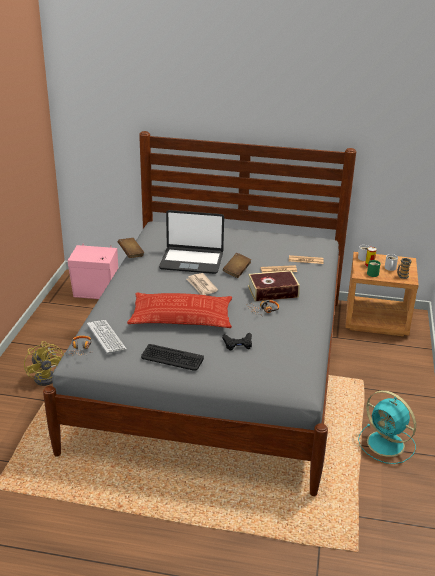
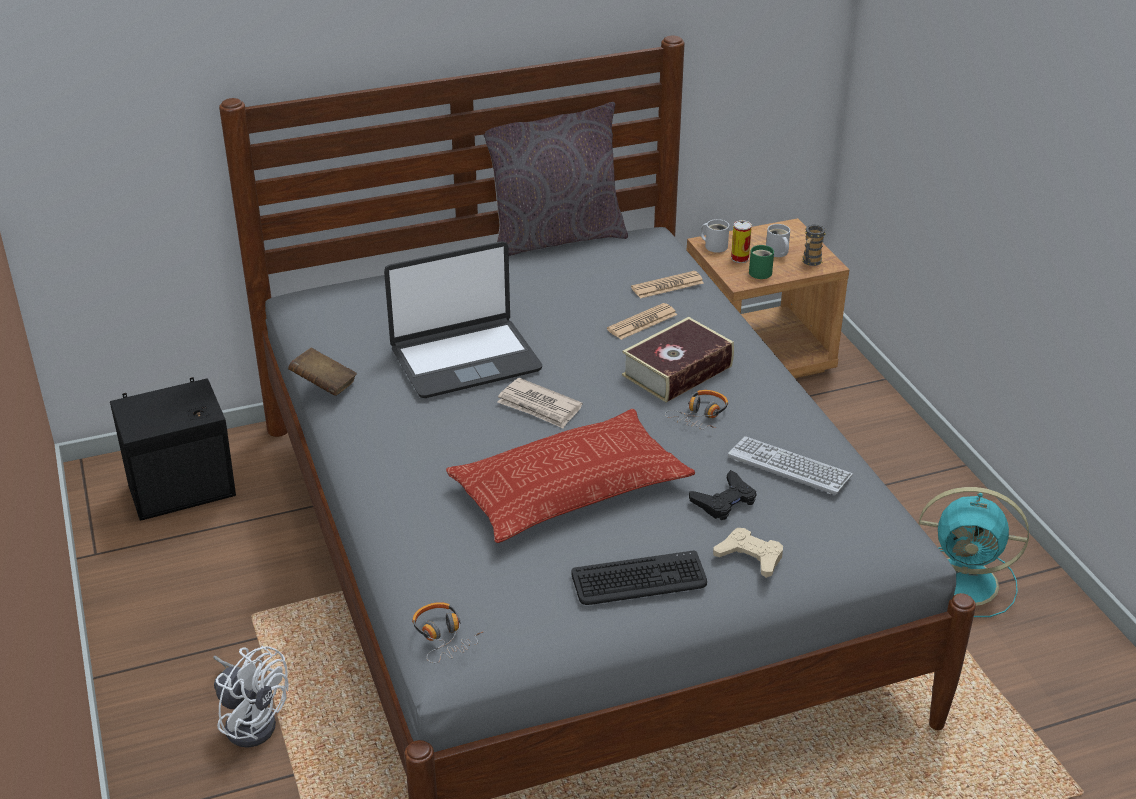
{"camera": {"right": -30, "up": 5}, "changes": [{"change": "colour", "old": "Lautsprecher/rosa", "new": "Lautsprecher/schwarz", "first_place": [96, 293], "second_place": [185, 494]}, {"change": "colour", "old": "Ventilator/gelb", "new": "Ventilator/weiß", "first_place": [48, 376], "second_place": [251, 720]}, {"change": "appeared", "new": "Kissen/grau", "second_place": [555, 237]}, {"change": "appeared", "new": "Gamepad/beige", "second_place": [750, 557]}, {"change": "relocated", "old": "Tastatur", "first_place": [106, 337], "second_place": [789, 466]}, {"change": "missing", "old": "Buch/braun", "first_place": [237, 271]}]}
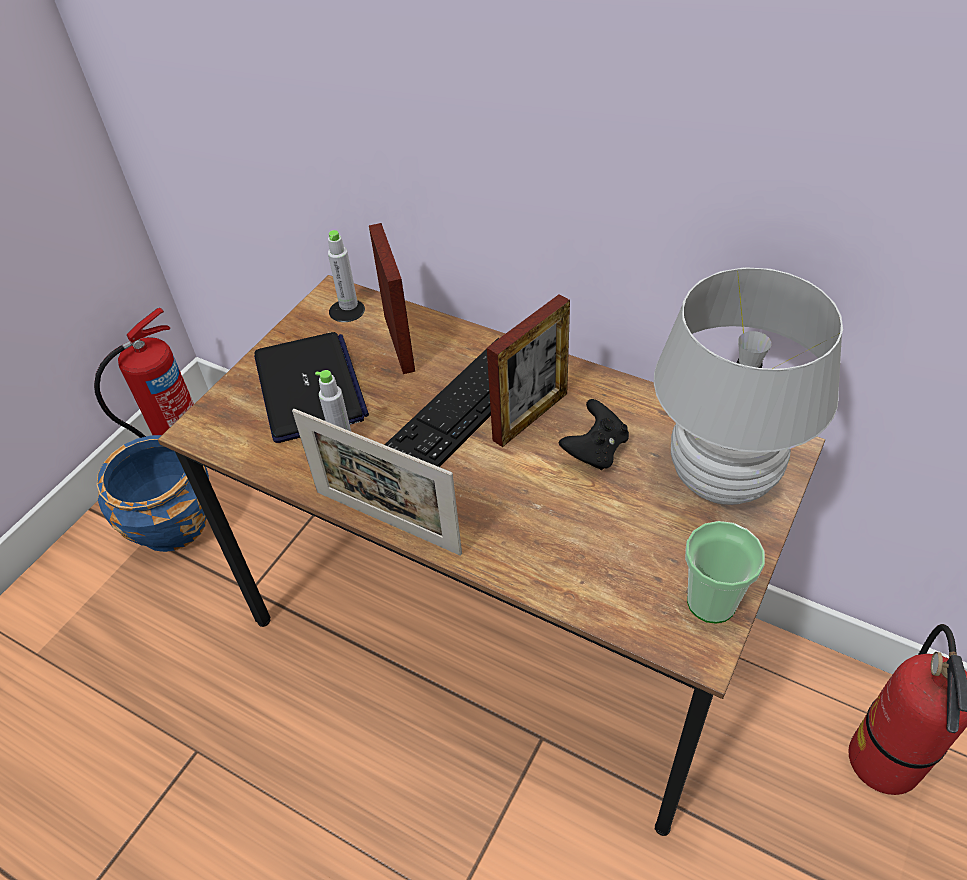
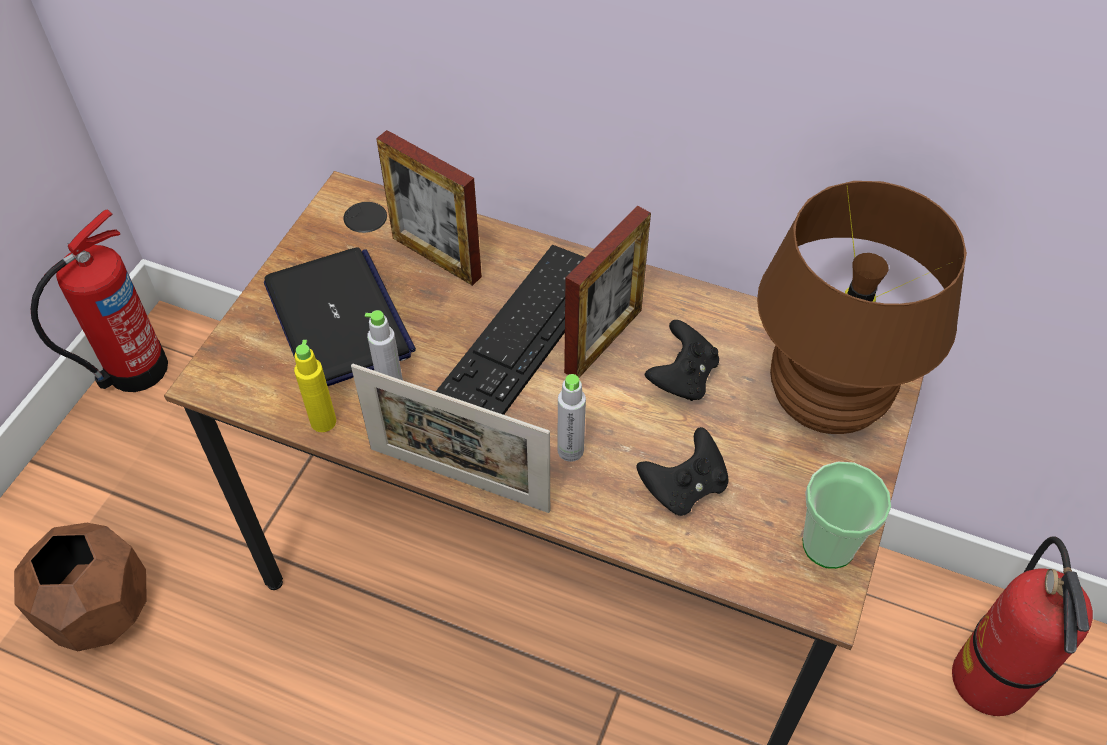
{"camera": {"right": -10, "up": 5}, "changes": [{"change": "appeared", "new": "Pflanzkübel/braun", "second_place": [99, 611]}, {"change": "appeared", "new": "Flasche/gelb", "second_place": [323, 421]}, {"change": "spun", "old": "Bilderrahmen", "first_place": [399, 343], "second_place": [436, 257], "degrees": 150}, {"change": "relocated", "old": "Flasche/grau", "first_place": [348, 304], "second_place": [570, 450]}, {"change": "appeared", "new": "Gamepad/schwarz", "second_place": [684, 487]}, {"change": "colour", "old": "Tischlampe/weiß", "new": "Tischlampe/braun", "first_place": [722, 478], "second_place": [825, 402]}, {"change": "missing", "old": "Pflanzkübel/blau", "first_place": [172, 524]}]}
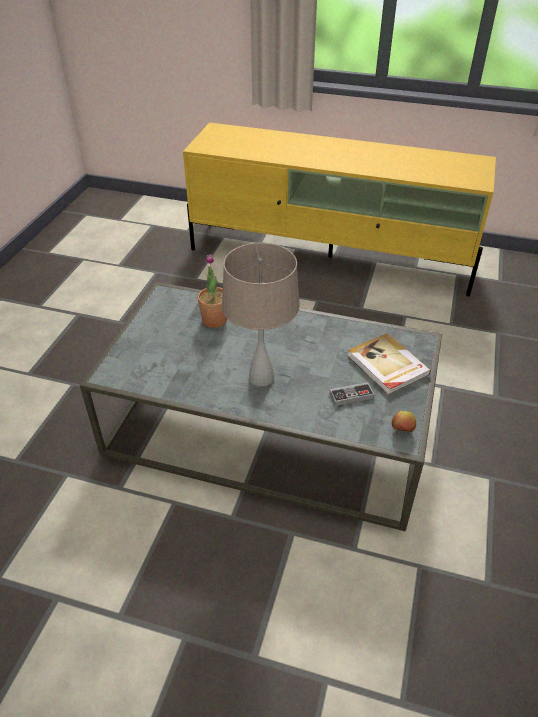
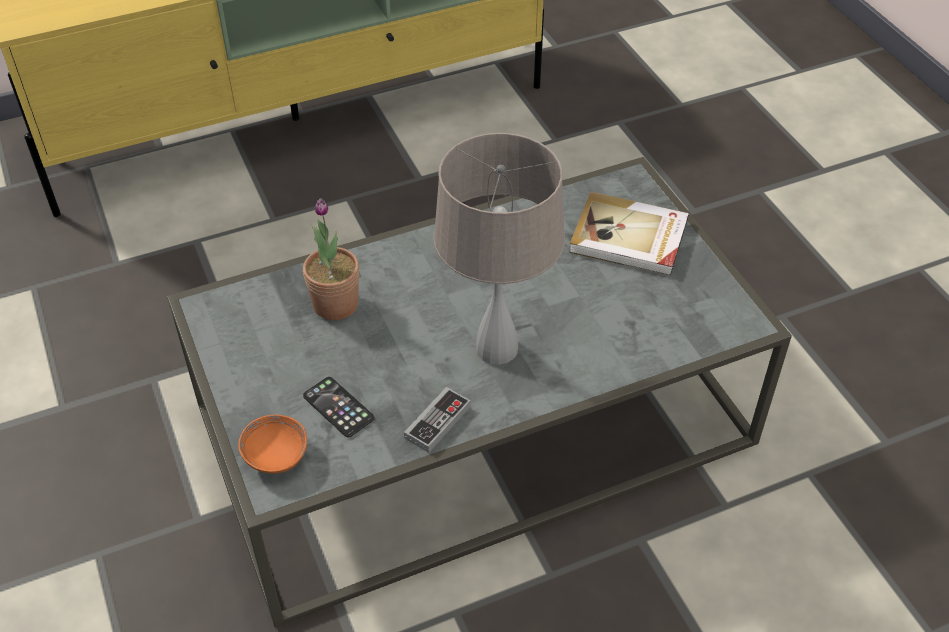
{"camera": {"right": -40, "up": 5}, "changes": [{"change": "appeared", "new": "Schüssel/orange", "second_place": [276, 456]}, {"change": "appeared", "new": "Handy", "second_place": [338, 407]}, {"change": "relocated", "old": "Gamepad", "first_place": [351, 396], "second_place": [437, 422]}, {"change": "missing", "old": "Apfel", "first_place": [402, 430]}]}
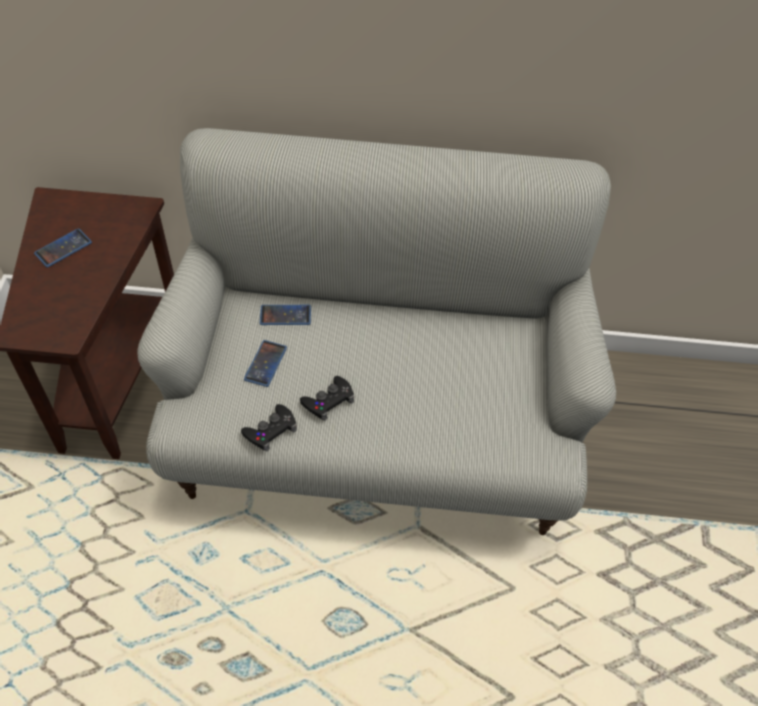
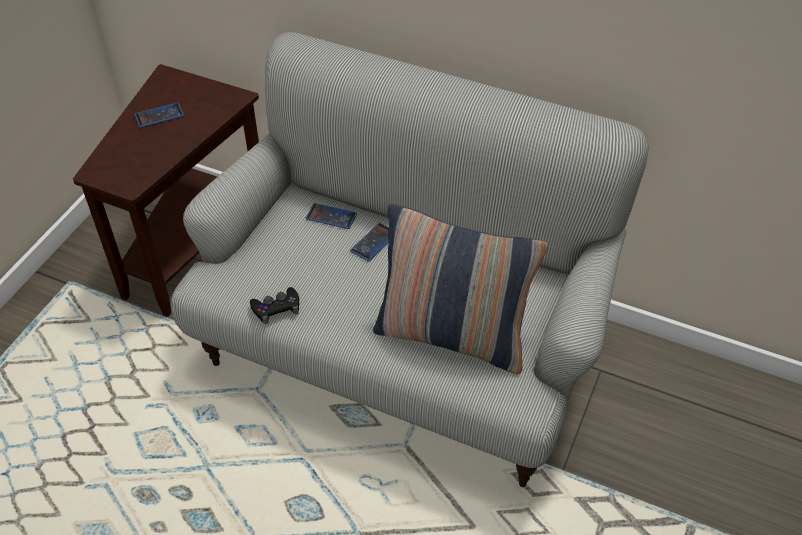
{"camera": {"right": 20, "up": -5}, "changes": [{"change": "relocated", "old": "Handy", "first_place": [265, 363], "second_place": [373, 242]}, {"change": "appeared", "new": "Kissen", "second_place": [452, 336]}, {"change": "missing", "old": "Gamepad/schwarz", "first_place": [328, 401]}]}
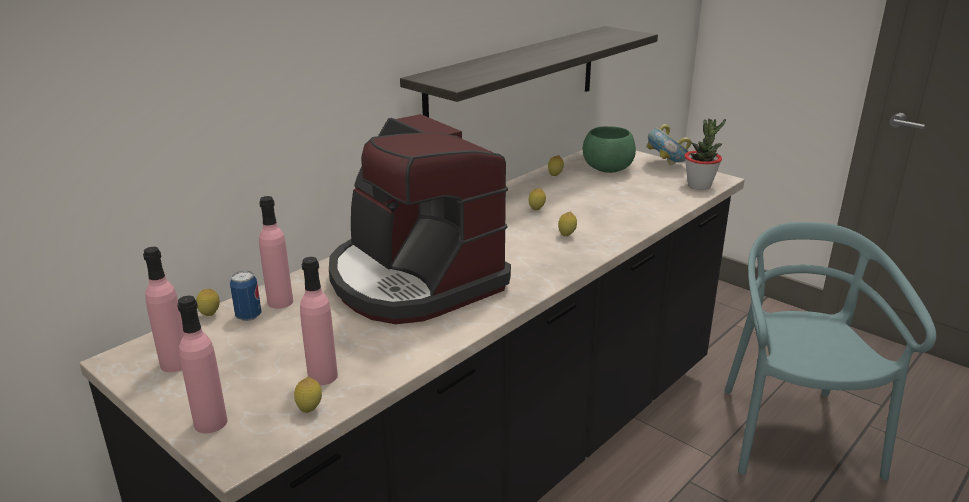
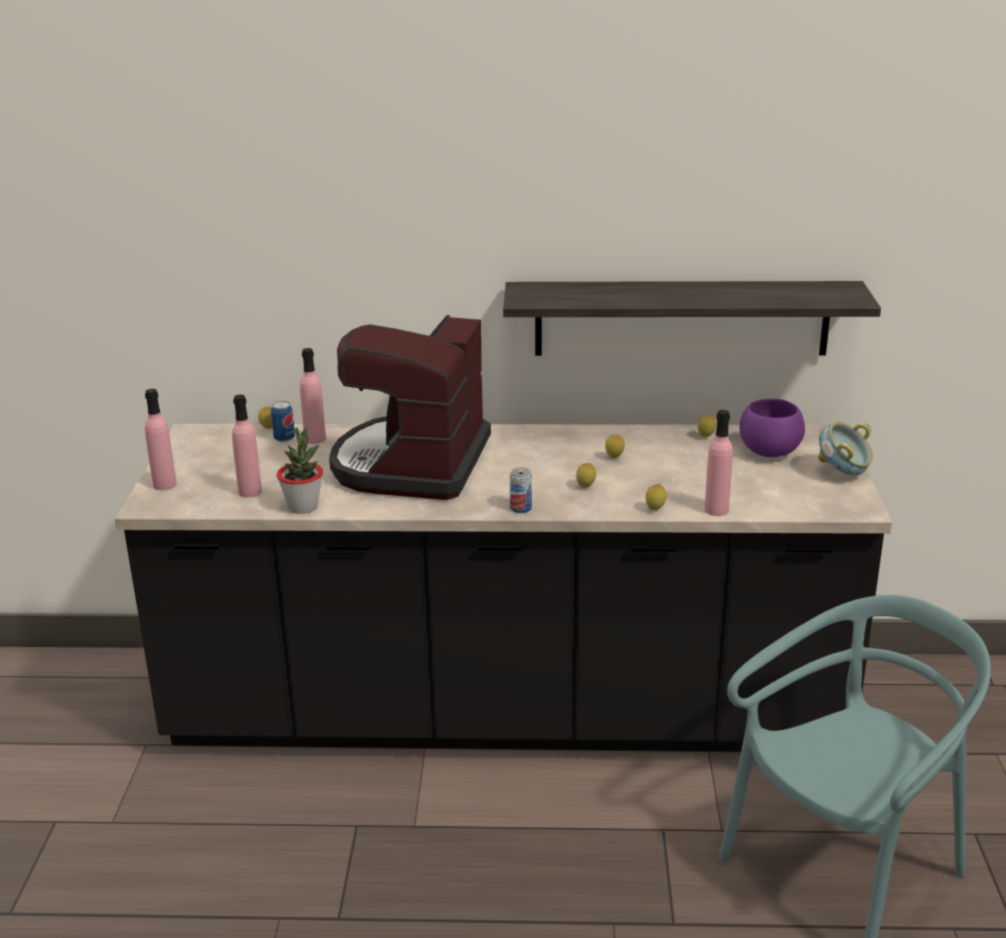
{"camera": {"right": 50, "up": 0}, "changes": [{"change": "relocated", "old": "Topfpflanze", "first_place": [699, 186], "second_place": [303, 507]}, {"change": "appeared", "new": "Dose", "second_place": [520, 508]}, {"change": "relocated", "old": "Zitrone", "first_place": [310, 410], "second_place": [655, 510]}, {"change": "relocated", "old": "Flasche/rosa", "first_place": [175, 364], "second_place": [716, 510]}, {"change": "colour", "old": "Schüssel/grün", "new": "Schüssel/lila", "first_place": [607, 169], "second_place": [770, 452]}]}
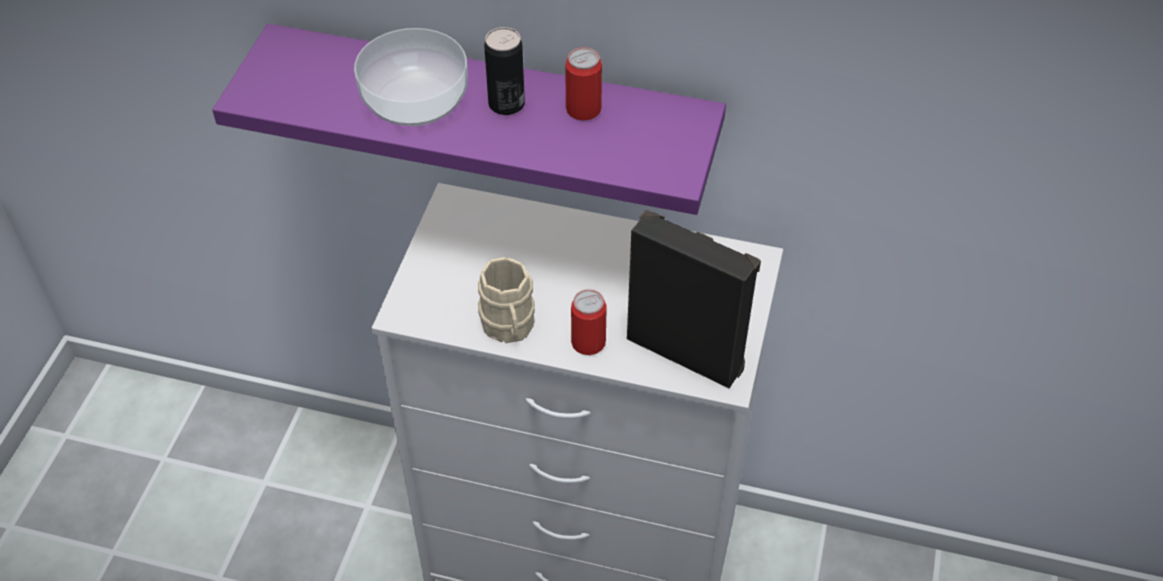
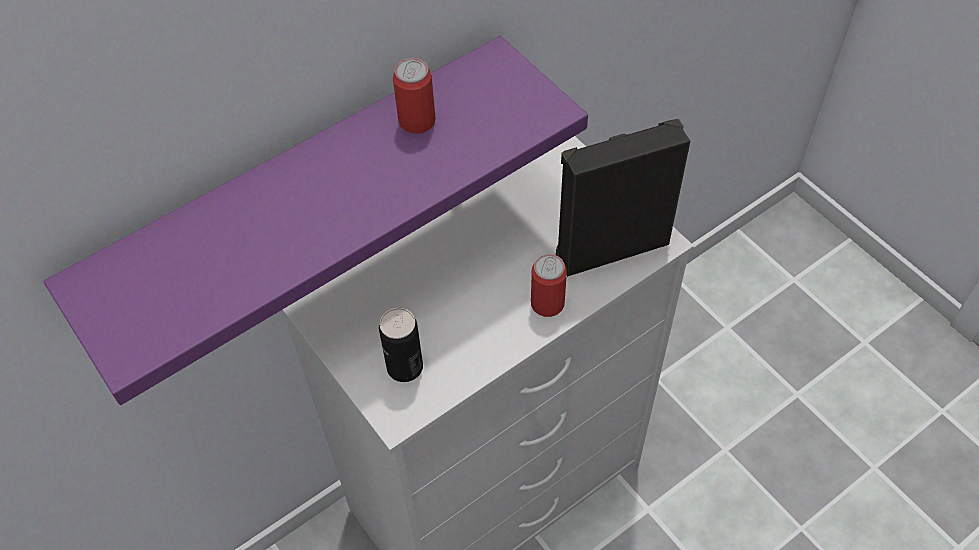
{"camera": {"right": -50, "up": 5}, "changes": [{"change": "relocated", "old": "Dose", "first_place": [506, 104], "second_place": [405, 367]}, {"change": "missing", "old": "Schüssel", "first_place": [414, 101]}, {"change": "missing", "old": "Henkelbecher/beige", "first_place": [509, 328]}]}
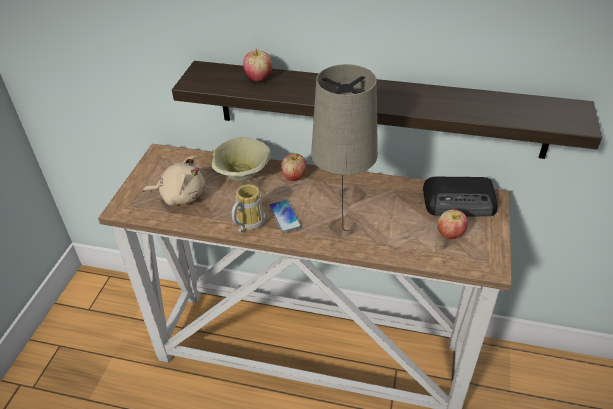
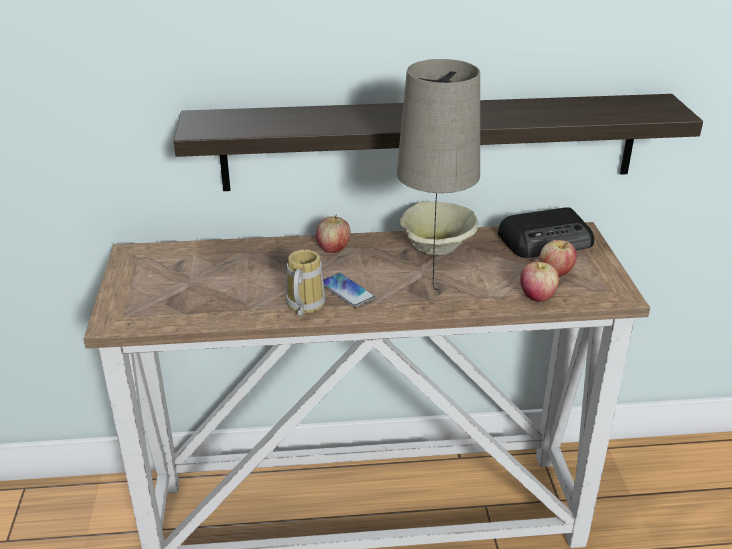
{"camera": {"right": -20, "up": -10}, "changes": [{"change": "relocated", "old": "Schüssel/beige", "first_place": [242, 174], "second_place": [437, 249]}, {"change": "relocated", "old": "Apfel", "first_place": [258, 78], "second_place": [537, 296]}, {"change": "missing", "old": "Plüschtier/beige", "first_place": [181, 195]}]}
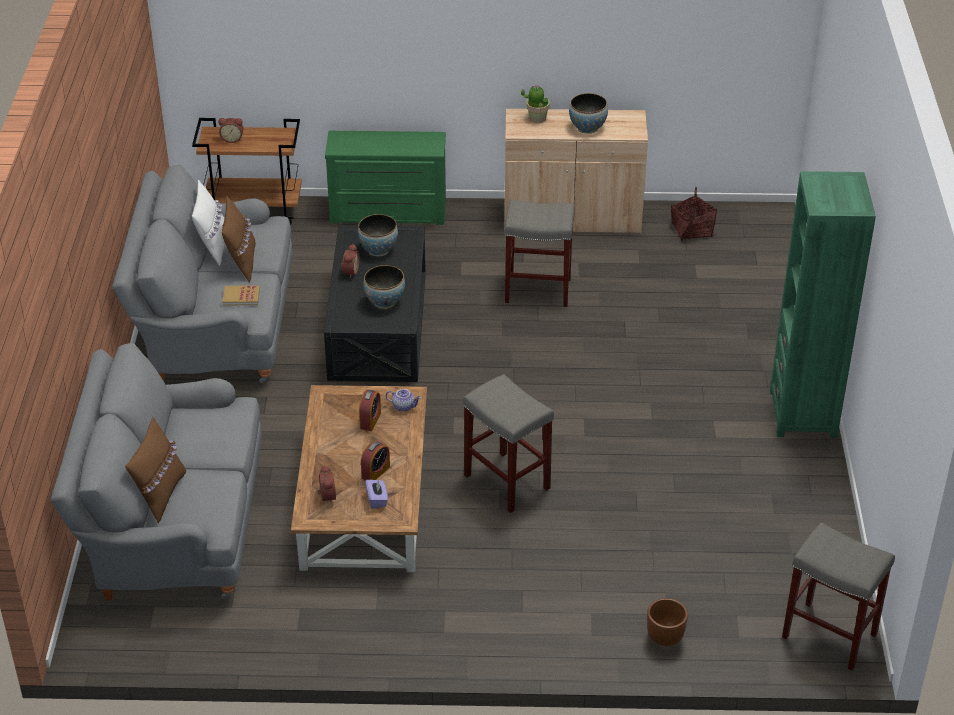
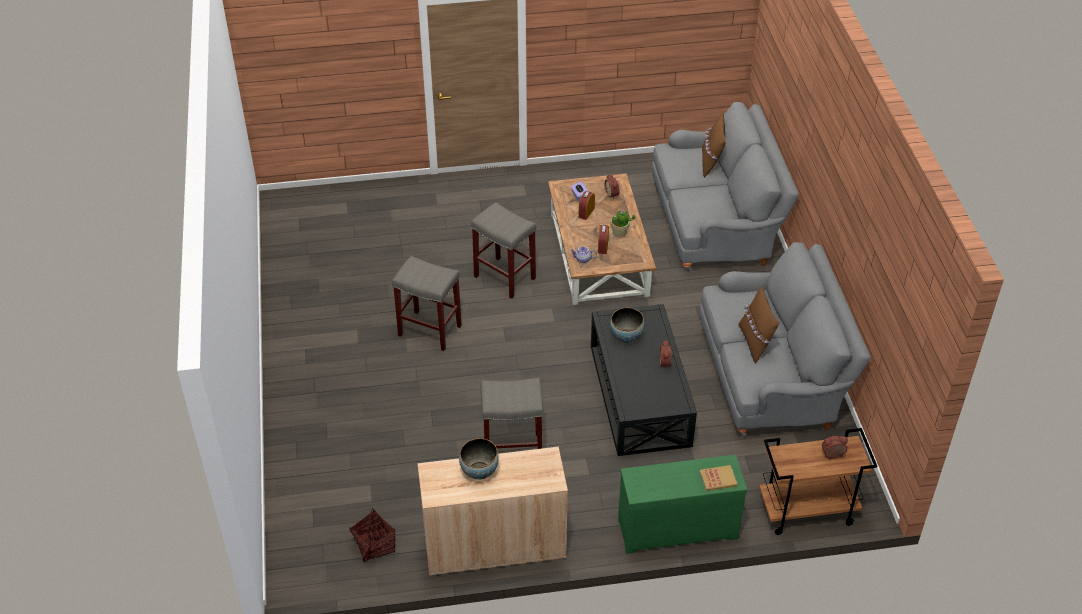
{"camera": {"right": 170, "up": 5}, "changes": [{"change": "relocated", "old": "Hocker/grau", "first_place": [831, 635], "second_place": [429, 330]}, {"change": "relocated", "old": "Topfpflanze", "first_place": [537, 118], "second_place": [619, 233]}, {"change": "relocated", "old": "Buch", "first_place": [241, 297], "second_place": [718, 479]}, {"change": "missing", "old": "Kissen/weiß", "first_place": [212, 246]}, {"change": "missing", "old": "Schüssel", "first_place": [378, 250]}, {"change": "missing", "old": "Pflanzkübel/braun", "first_place": [665, 638]}, {"change": "missing", "old": "Bücherregal/grün", "first_place": [803, 414]}]}
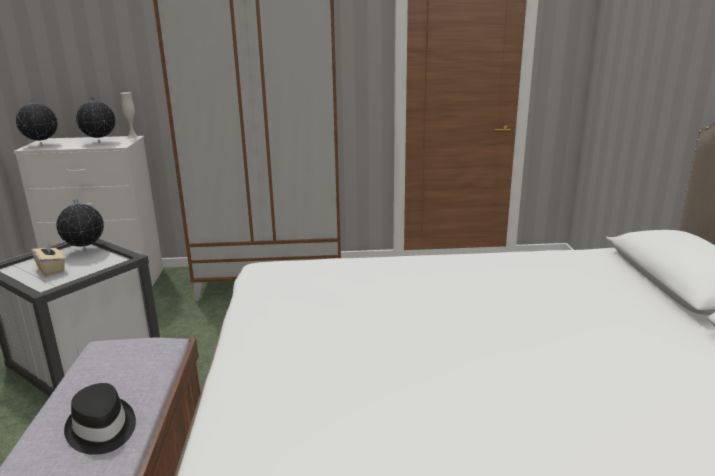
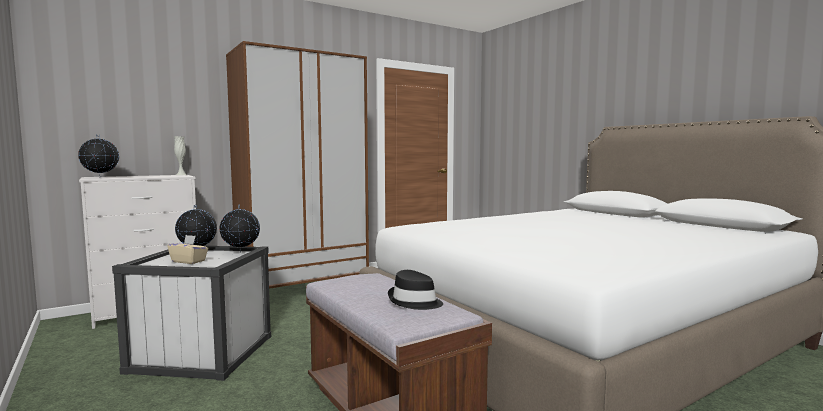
{"camera": {"right": -30, "up": -15}, "changes": [{"change": "relocated", "old": "Globus", "first_place": [100, 142], "second_place": [241, 252]}]}
